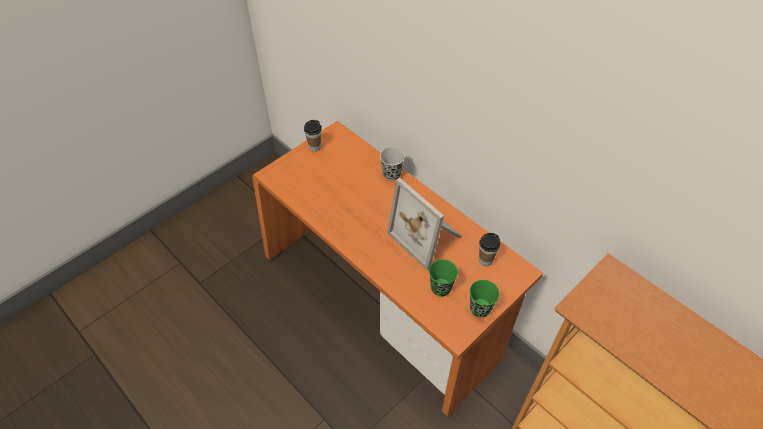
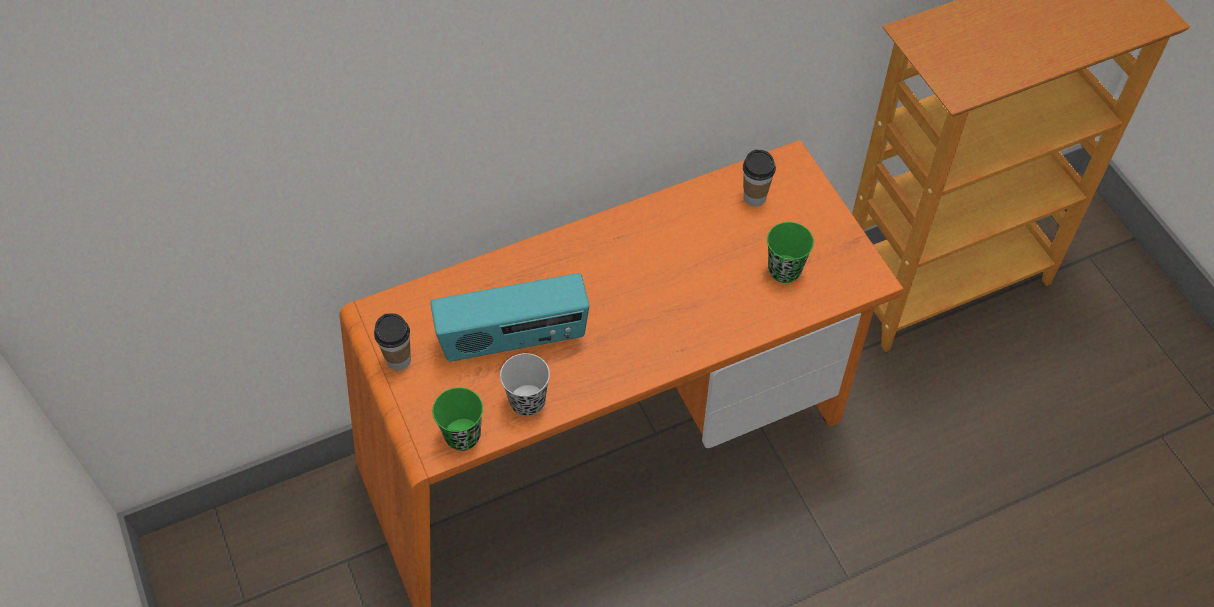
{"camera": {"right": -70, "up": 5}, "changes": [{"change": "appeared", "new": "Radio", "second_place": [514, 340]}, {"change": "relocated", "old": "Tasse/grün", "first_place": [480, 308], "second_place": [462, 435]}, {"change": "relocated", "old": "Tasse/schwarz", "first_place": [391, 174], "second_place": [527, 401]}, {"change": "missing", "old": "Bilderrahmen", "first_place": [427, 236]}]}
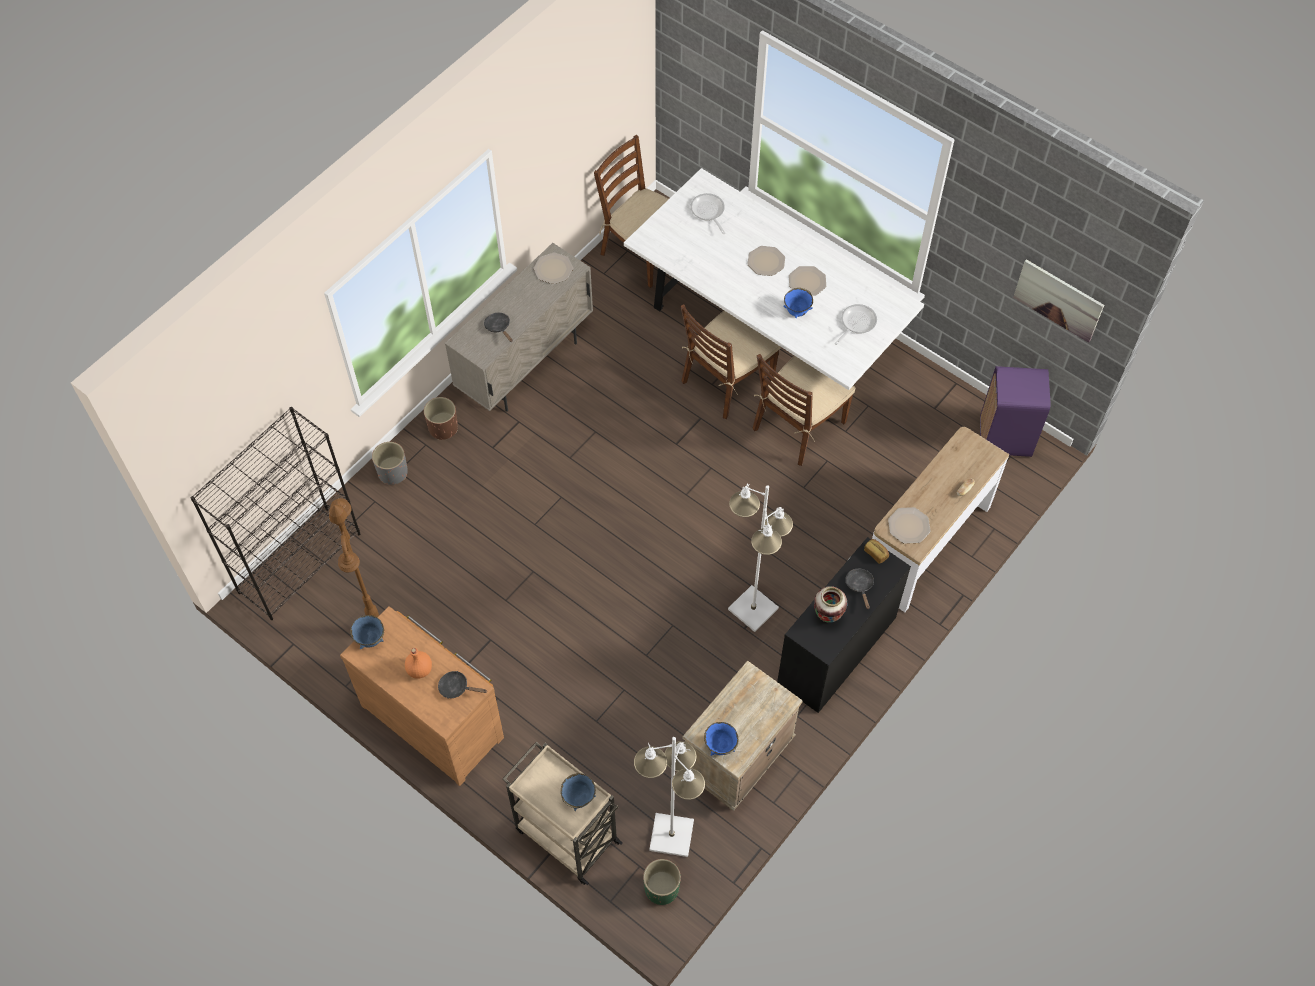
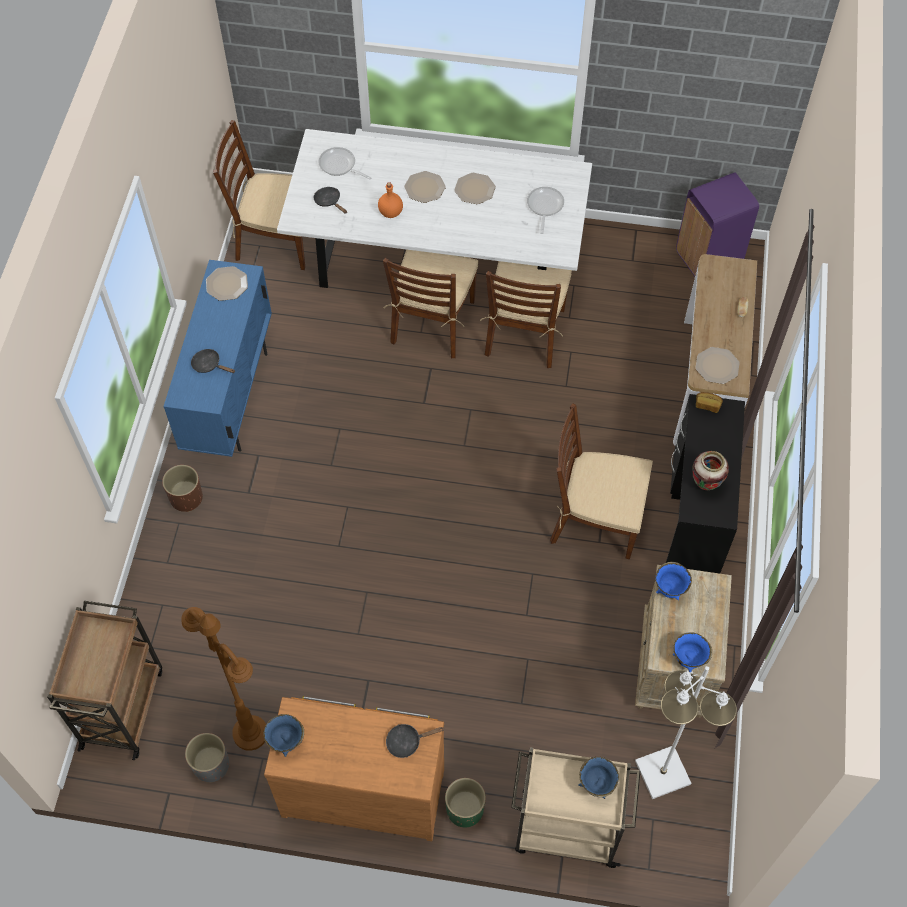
{"camera": {"right": -30, "up": 0}, "changes": [{"change": "exchanged", "old": "Bücherregal/schwarz", "new": "Rollwagen/braun", "first_place": [300, 562], "second_place": [122, 706]}, {"change": "colour", "old": "Schrank/beige", "new": "Schrank/blau", "first_place": [526, 365], "second_place": [231, 398]}, {"change": "relocated", "old": "Pflanzkübel/grau", "first_place": [393, 472], "second_place": [211, 765]}, {"change": "relocated", "old": "Pfanne/schwarz", "first_place": [860, 586], "second_place": [329, 201]}, {"change": "relocated", "old": "Flasche/orange", "first_place": [419, 669], "second_place": [390, 212]}, {"change": "relocated", "old": "Pflanzkübel/grün", "first_place": [661, 888], "second_place": [465, 809]}, {"change": "exchanged", "old": "Stehlampe/weiß", "new": "Stuhl/braun", "first_place": [753, 608], "second_place": [594, 519]}, {"change": "relocated", "old": "Schüssel/blau", "first_place": [797, 311], "second_place": [670, 589]}, {"change": "missing", "old": "Bild", "first_place": [1058, 300]}]}
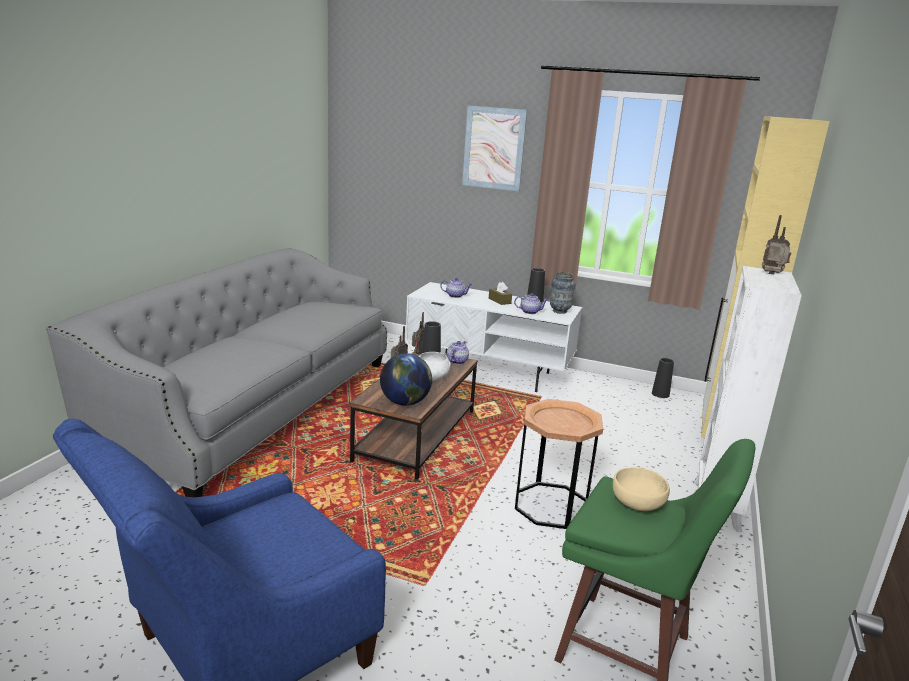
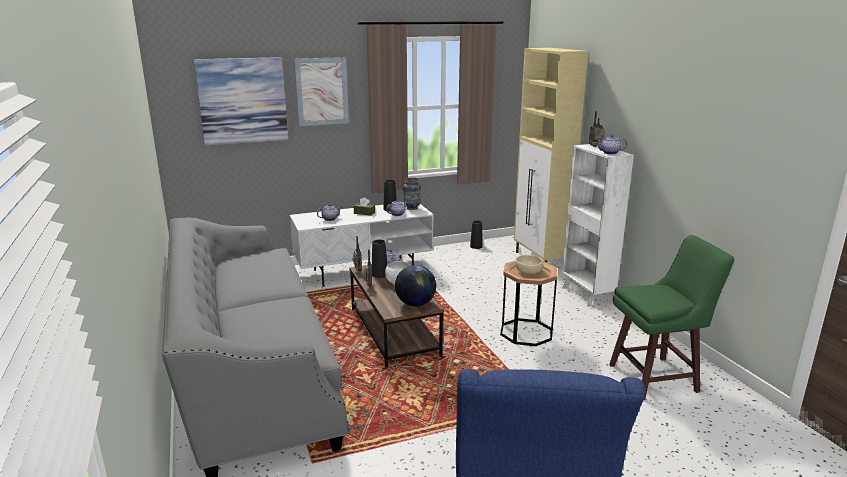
{"camera": {"right": -40, "up": 0}, "changes": [{"change": "appeared", "new": "Bild", "second_place": [242, 101]}, {"change": "relocated", "old": "Schüssel/beige", "first_place": [636, 502], "second_place": [528, 271]}, {"change": "appeared", "new": "Teekanne", "second_place": [609, 153]}]}
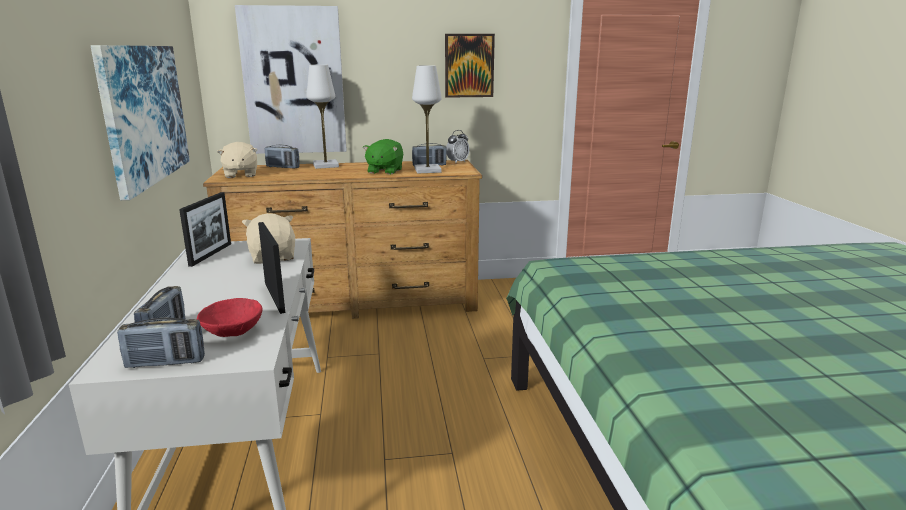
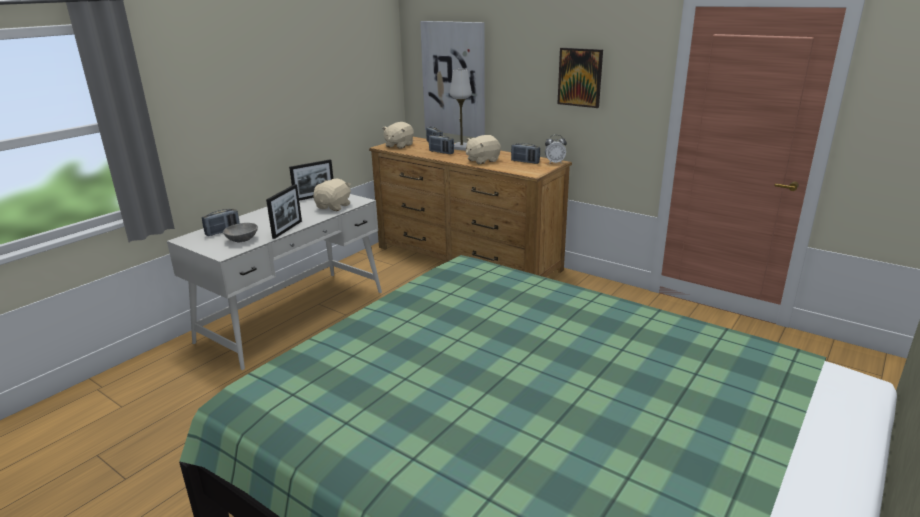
{"camera": {"right": 45, "up": 5}, "changes": [{"change": "colour", "old": "Schüssel/rot", "new": "Schüssel/grau", "first_place": [233, 331], "second_place": [242, 239]}, {"change": "relocated", "old": "Radio", "first_place": [165, 363], "second_place": [441, 152]}, {"change": "colour", "old": "Plüschtier/grün", "new": "Plüschtier/beige", "first_place": [384, 171], "second_place": [482, 160]}, {"change": "missing", "old": "Bild", "first_place": [144, 114]}, {"change": "missing", "old": "Tischlampe/weiß", "first_place": [428, 170]}]}
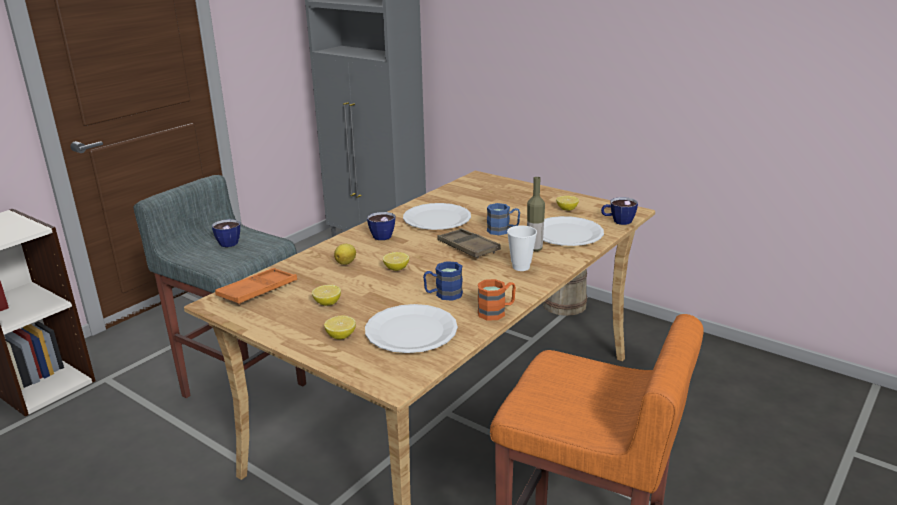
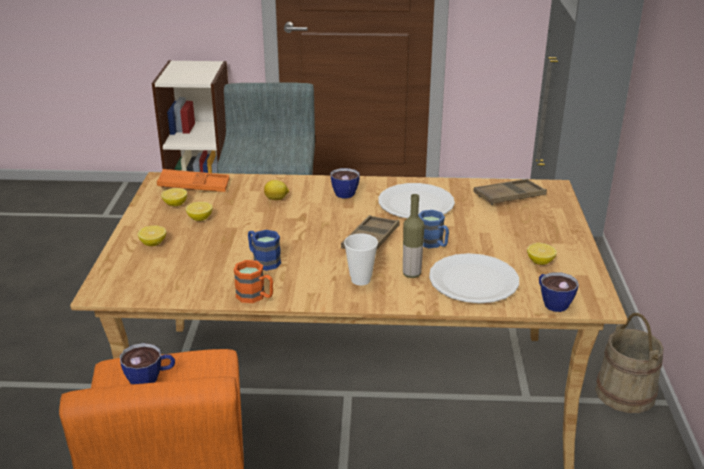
{"camera": {"right": 55, "up": 5}, "changes": [{"change": "relocated", "old": "Tasse", "first_place": [231, 242], "second_place": [150, 379]}, {"change": "relocated", "old": "Zitrone", "first_place": [396, 269], "second_place": [175, 204]}, {"change": "appeared", "new": "Tablett/braun", "second_place": [509, 196]}, {"change": "missing", "old": "Teller/weiß", "first_place": [411, 331]}]}
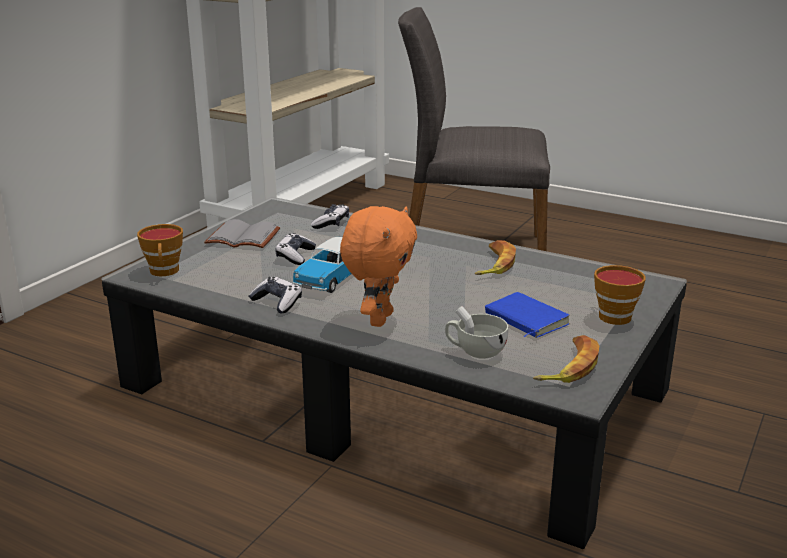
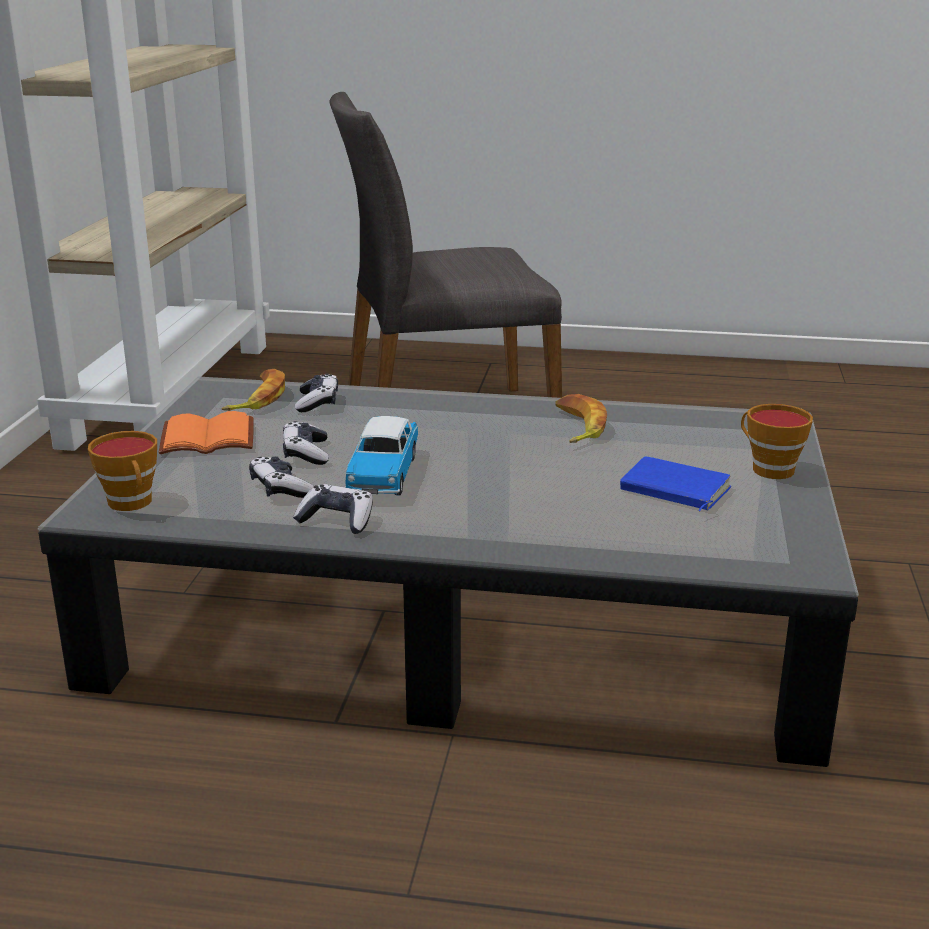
{"camera": {"right": -20, "up": 0}, "changes": [{"change": "colour", "old": "Buch/grau", "new": "Buch/orange", "first_place": [245, 237], "second_place": [209, 437]}, {"change": "relocated", "old": "Banane", "first_place": [568, 366], "second_place": [257, 398]}, {"change": "appeared", "new": "Gamepad", "second_place": [280, 488]}, {"change": "missing", "old": "Plüschtier/orange", "first_place": [379, 319]}, {"change": "missing", "old": "Tasse/weiß", "first_place": [475, 351]}]}
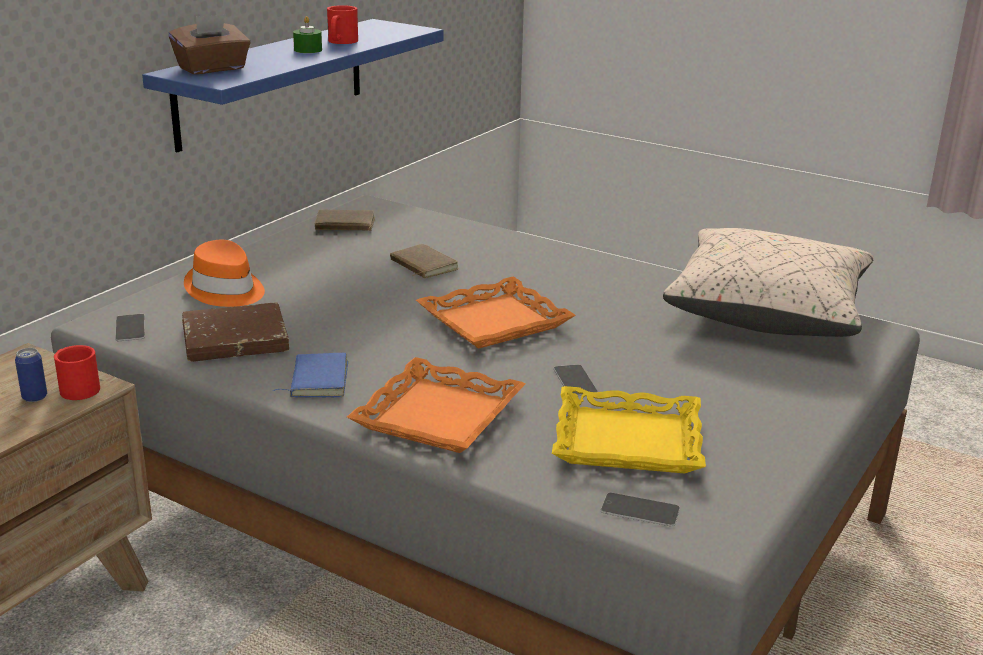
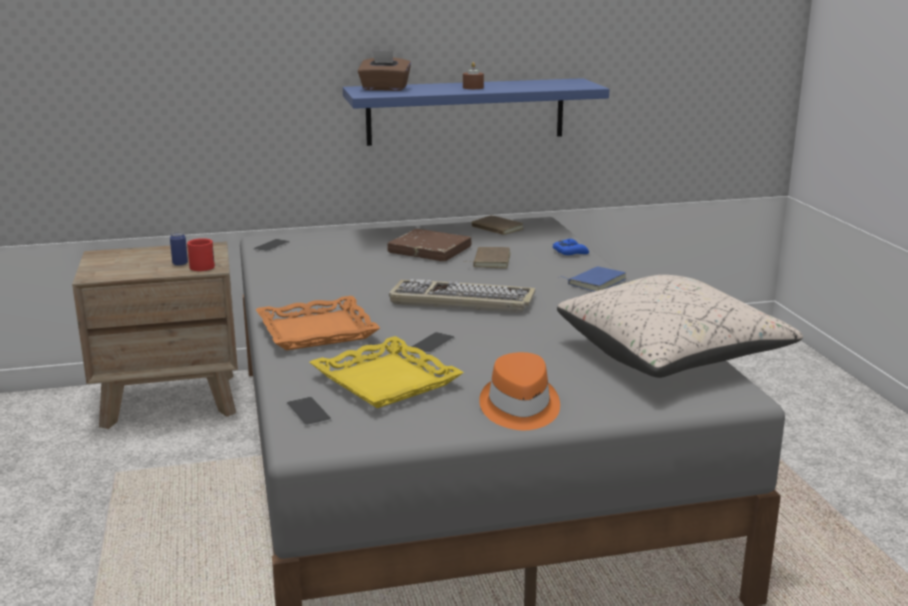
{"camera": {"right": 45, "up": -5}, "changes": [{"change": "relocated", "old": "Buch/braun", "first_place": [235, 339], "second_place": [430, 250]}, {"change": "exchanged", "old": "Tablett/orange", "new": "Tastatur", "first_place": [495, 322], "second_place": [460, 300]}, {"change": "colour", "old": "Kerze/grün", "new": "Kerze/braun", "first_place": [308, 50], "second_place": [473, 87]}, {"change": "relocated", "old": "Hut/orange", "first_place": [225, 290], "second_place": [519, 407]}, {"change": "appeared", "new": "Gamepad/blau", "second_place": [570, 252]}, {"change": "relocated", "old": "Buch/blau", "first_place": [316, 380], "second_place": [595, 282]}, {"change": "missing", "old": "Henkelbecher/rot", "first_place": [340, 42]}]}
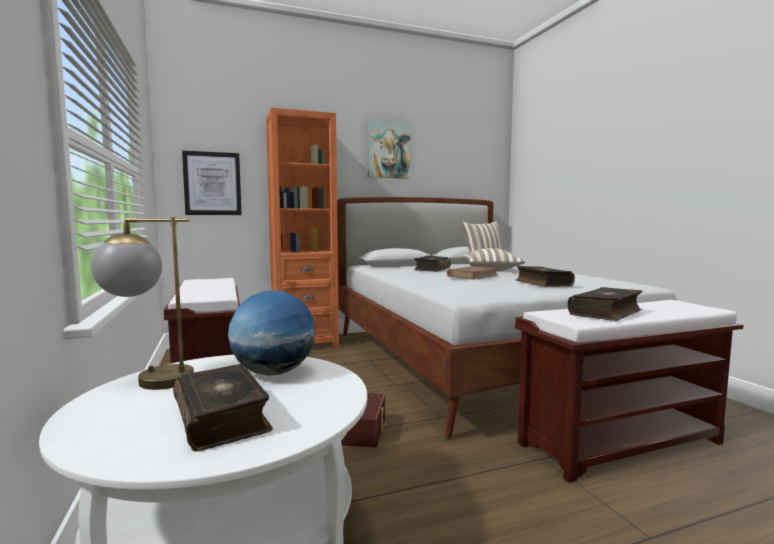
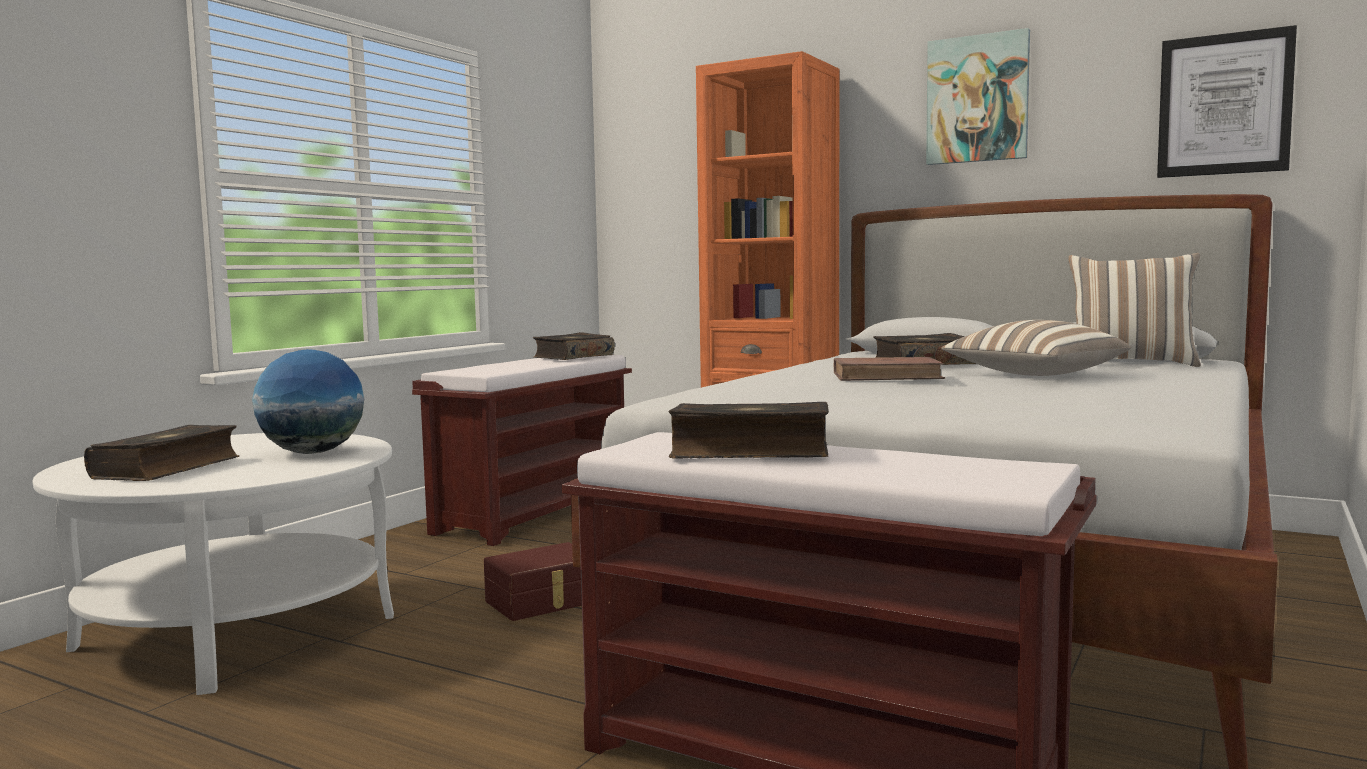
{"camera": {"right": 50, "up": 0}, "changes": [{"change": "relocated", "old": "Buch", "first_place": [542, 284], "second_place": [573, 357]}, {"change": "relocated", "old": "Bild", "first_place": [212, 183], "second_place": [1224, 104]}, {"change": "missing", "old": "Tischlampe", "first_place": [148, 380]}]}
